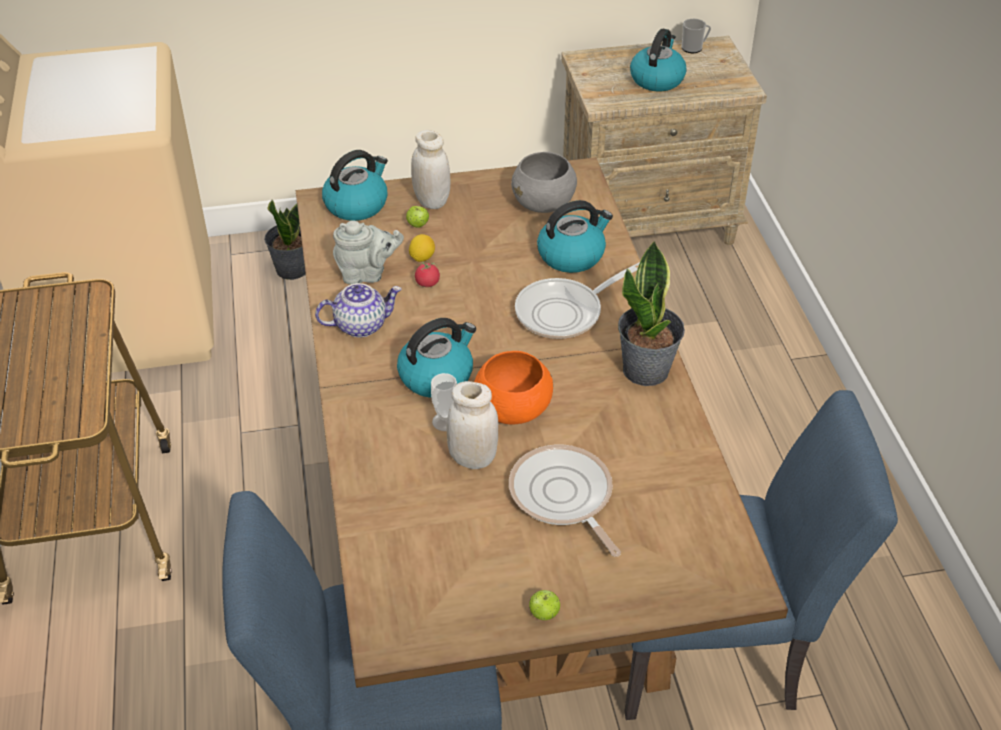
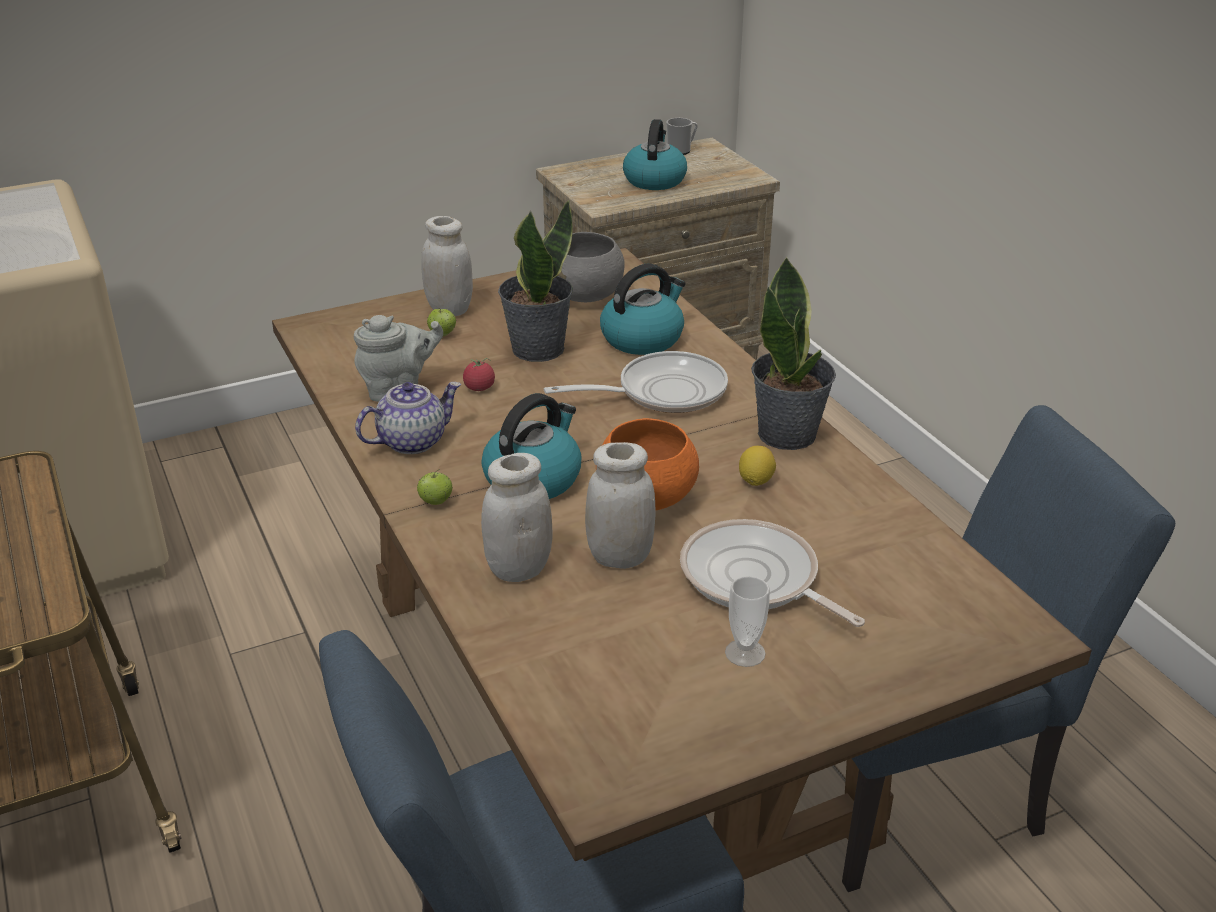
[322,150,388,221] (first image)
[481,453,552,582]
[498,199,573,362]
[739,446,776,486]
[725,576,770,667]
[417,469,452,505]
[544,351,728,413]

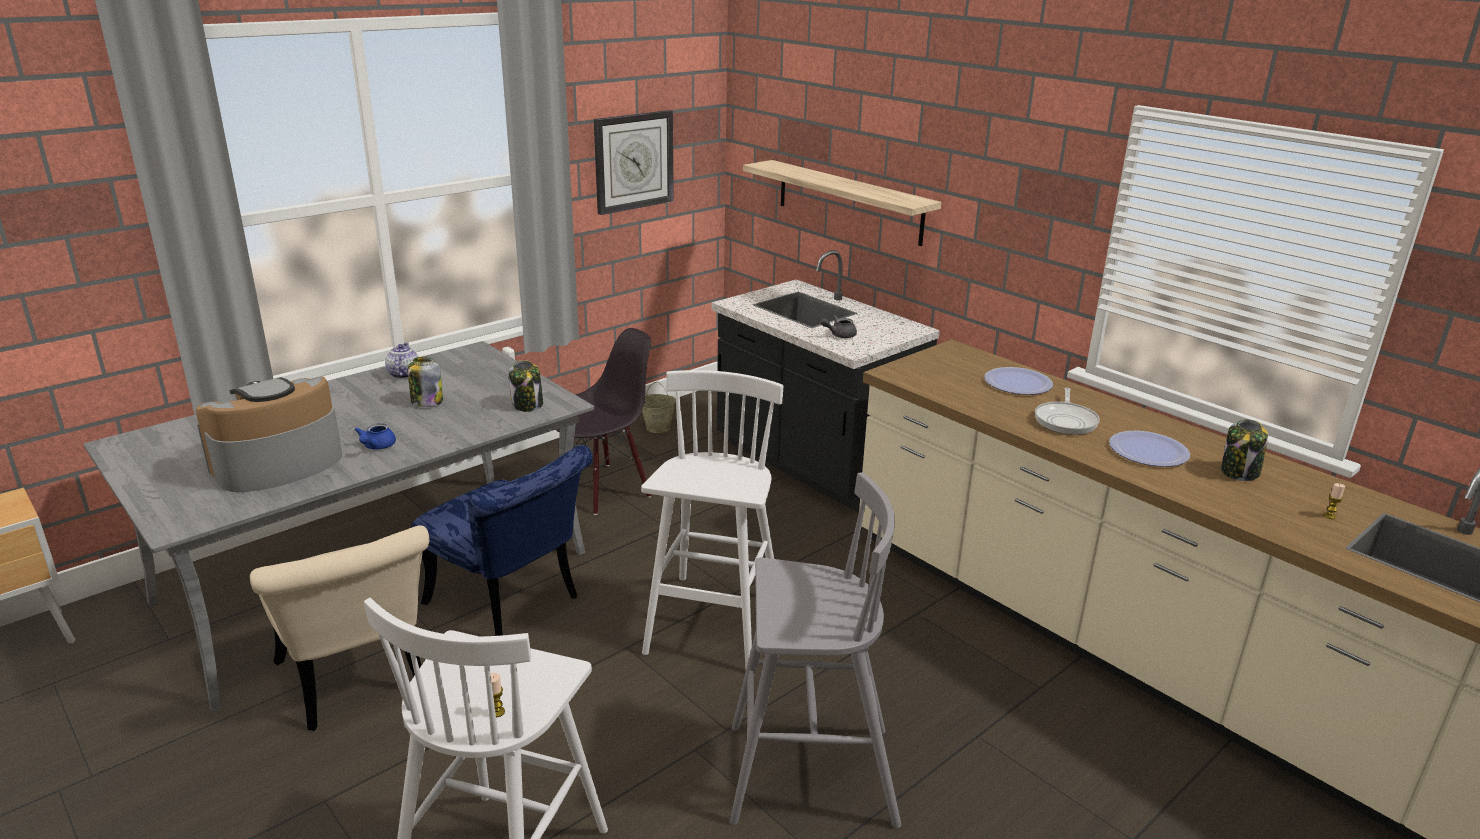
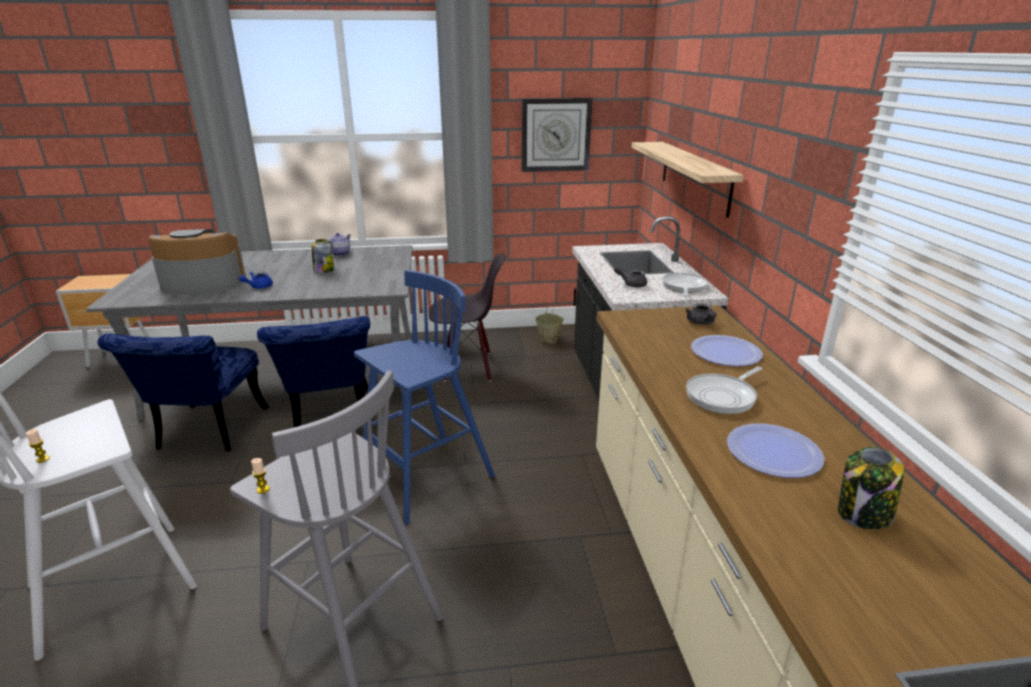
[509,360,543,412] (first image)
[662,273,708,297]
[685,303,717,325]
[251,458,270,494]
[98,333,269,452]
[354,270,495,525]

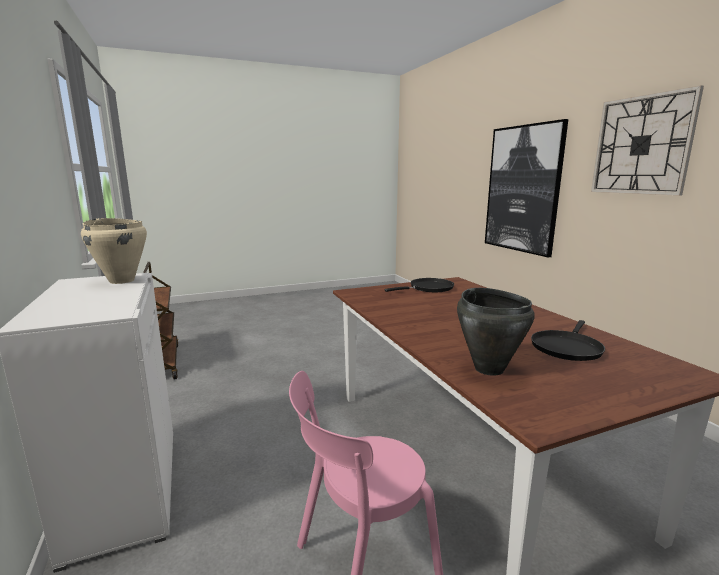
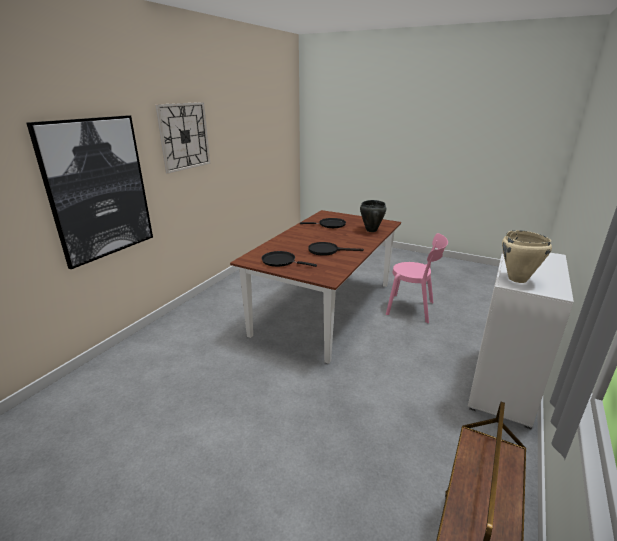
[308,242,364,256]

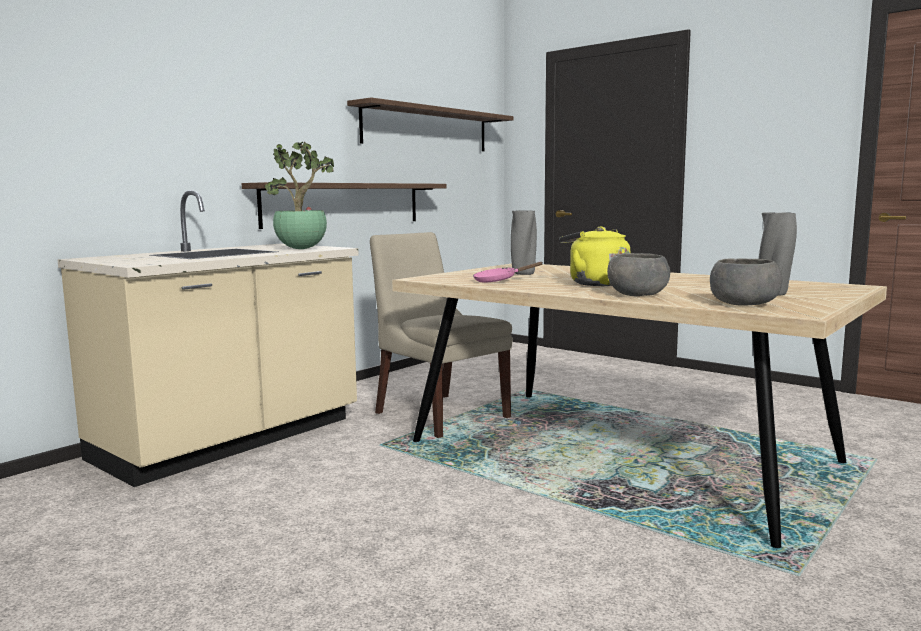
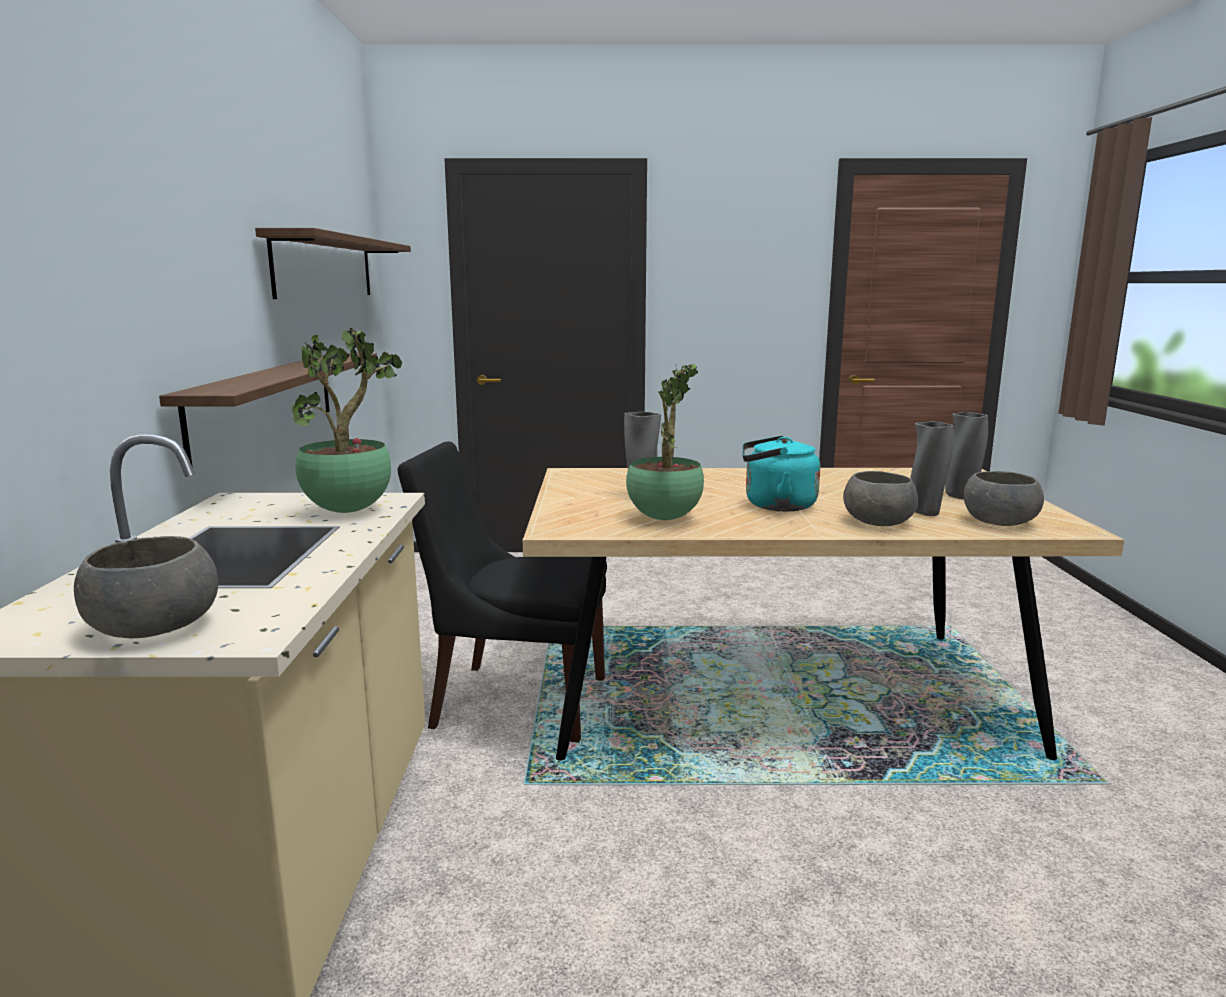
[74,536,218,638]
[910,421,954,516]
[626,363,704,520]
[398,442,607,743]
[742,436,820,512]

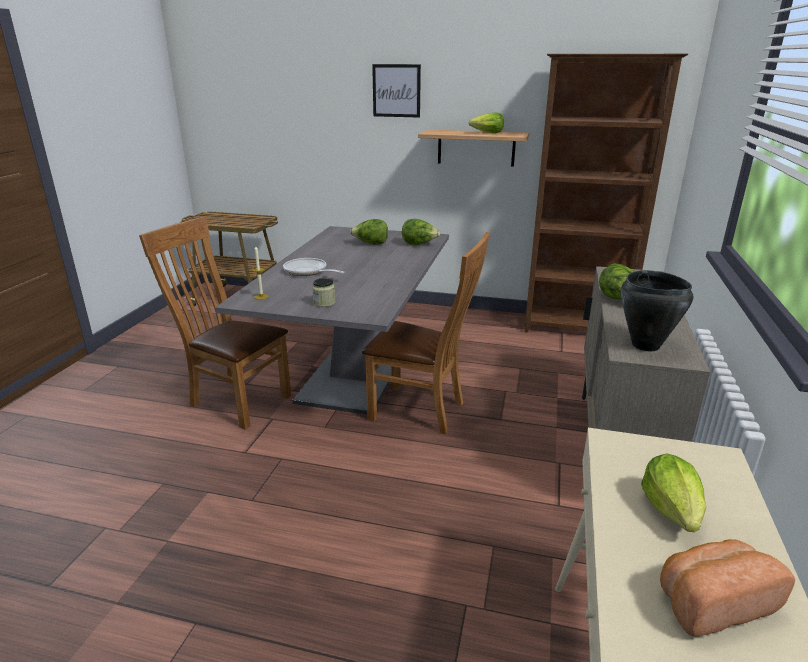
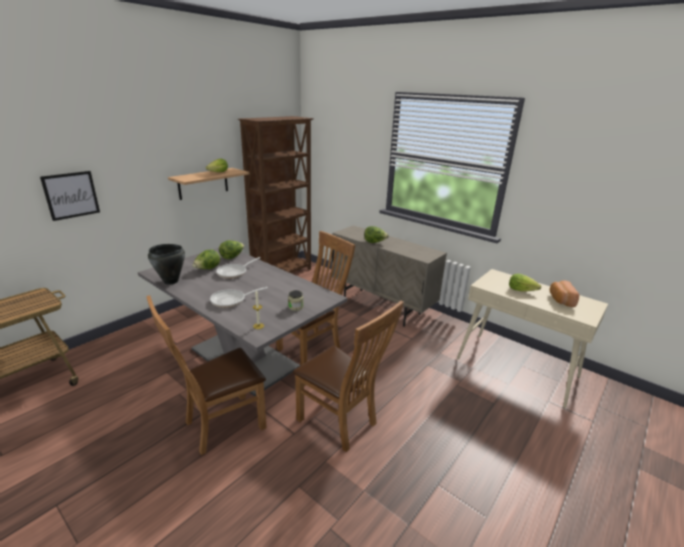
[216,257,260,279]
[293,301,404,452]
[40,171,100,221]
[148,244,185,285]

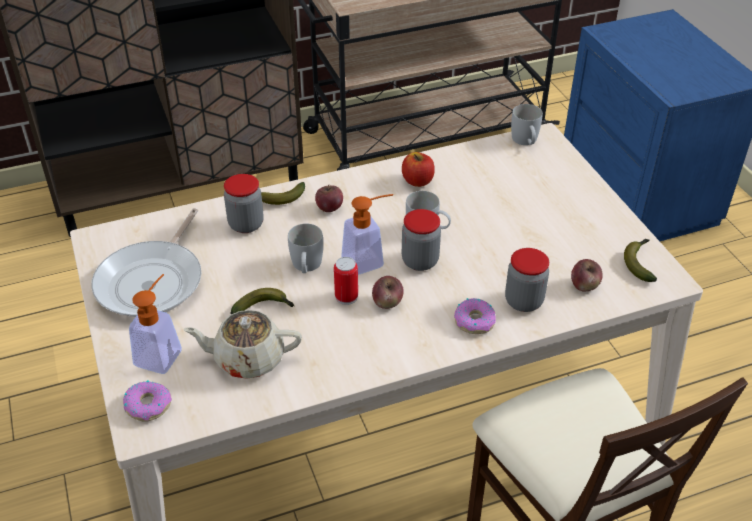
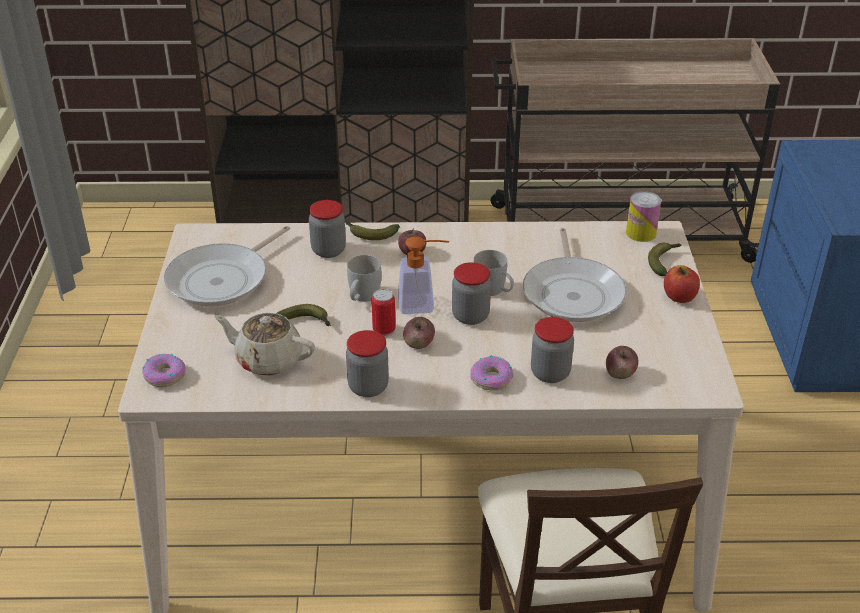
[129,274,182,374] (first image)
[346,330,389,397]
[523,228,626,322]
[664,265,700,303]
[648,243,681,276]
[626,191,661,242]

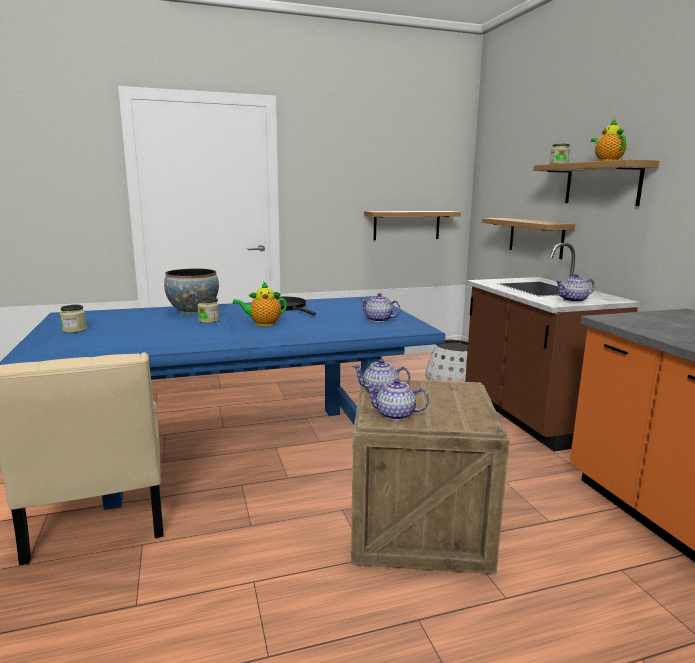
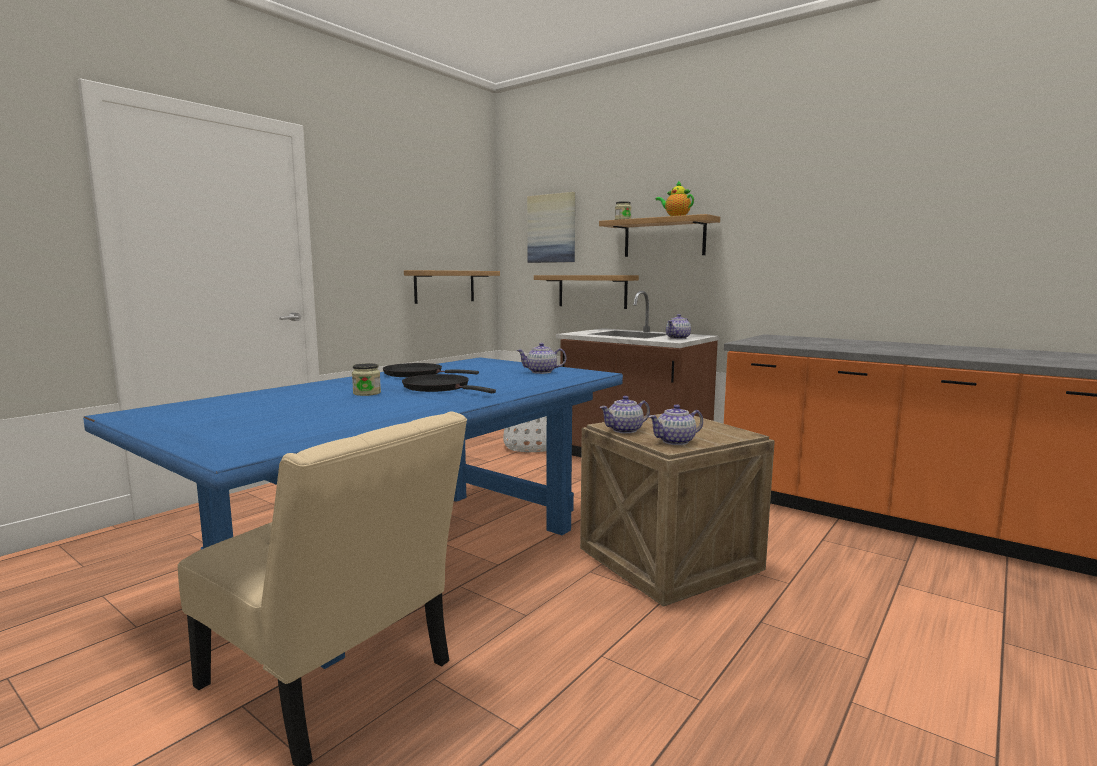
[60,305,87,333] (first image)
[164,268,219,315] (first image)
[527,192,575,263]
[402,374,496,393]

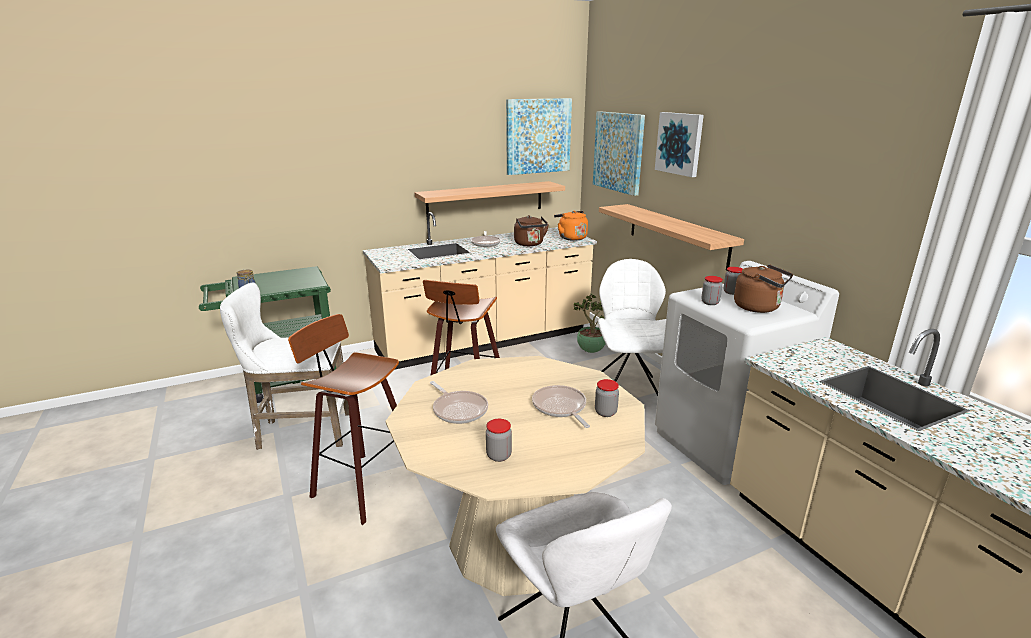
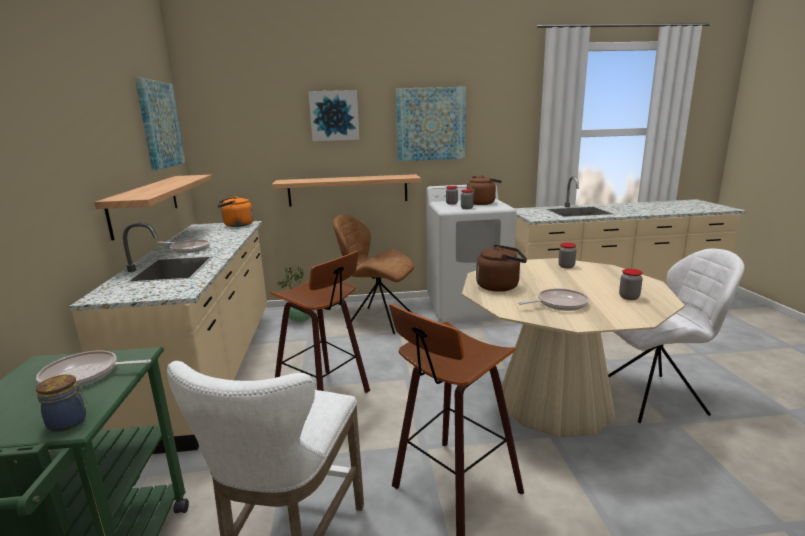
[476,244,527,292]
[36,351,151,387]
[396,87,466,161]
[333,215,415,334]

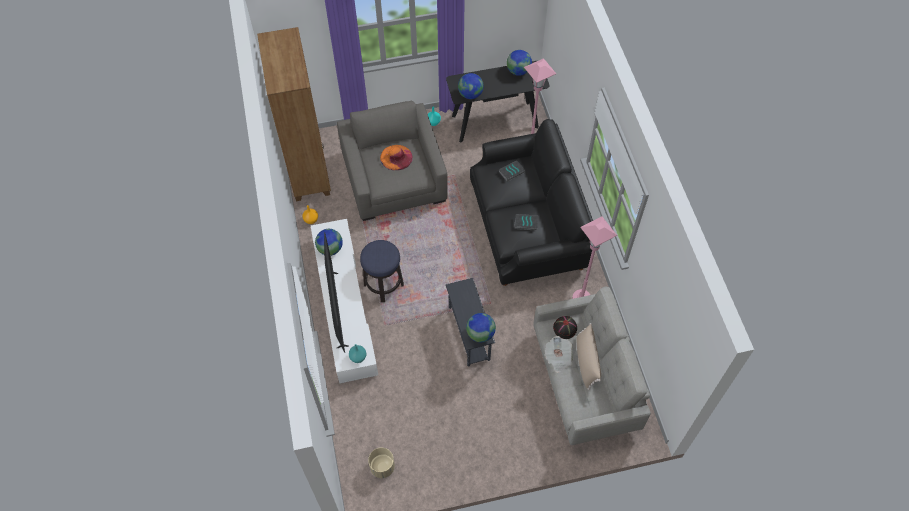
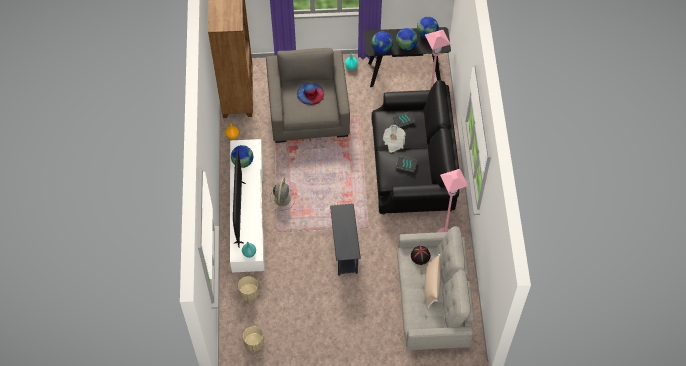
[238,276,259,301]
[396,28,418,50]
[383,125,406,152]
[270,178,295,210]
[297,83,324,105]

